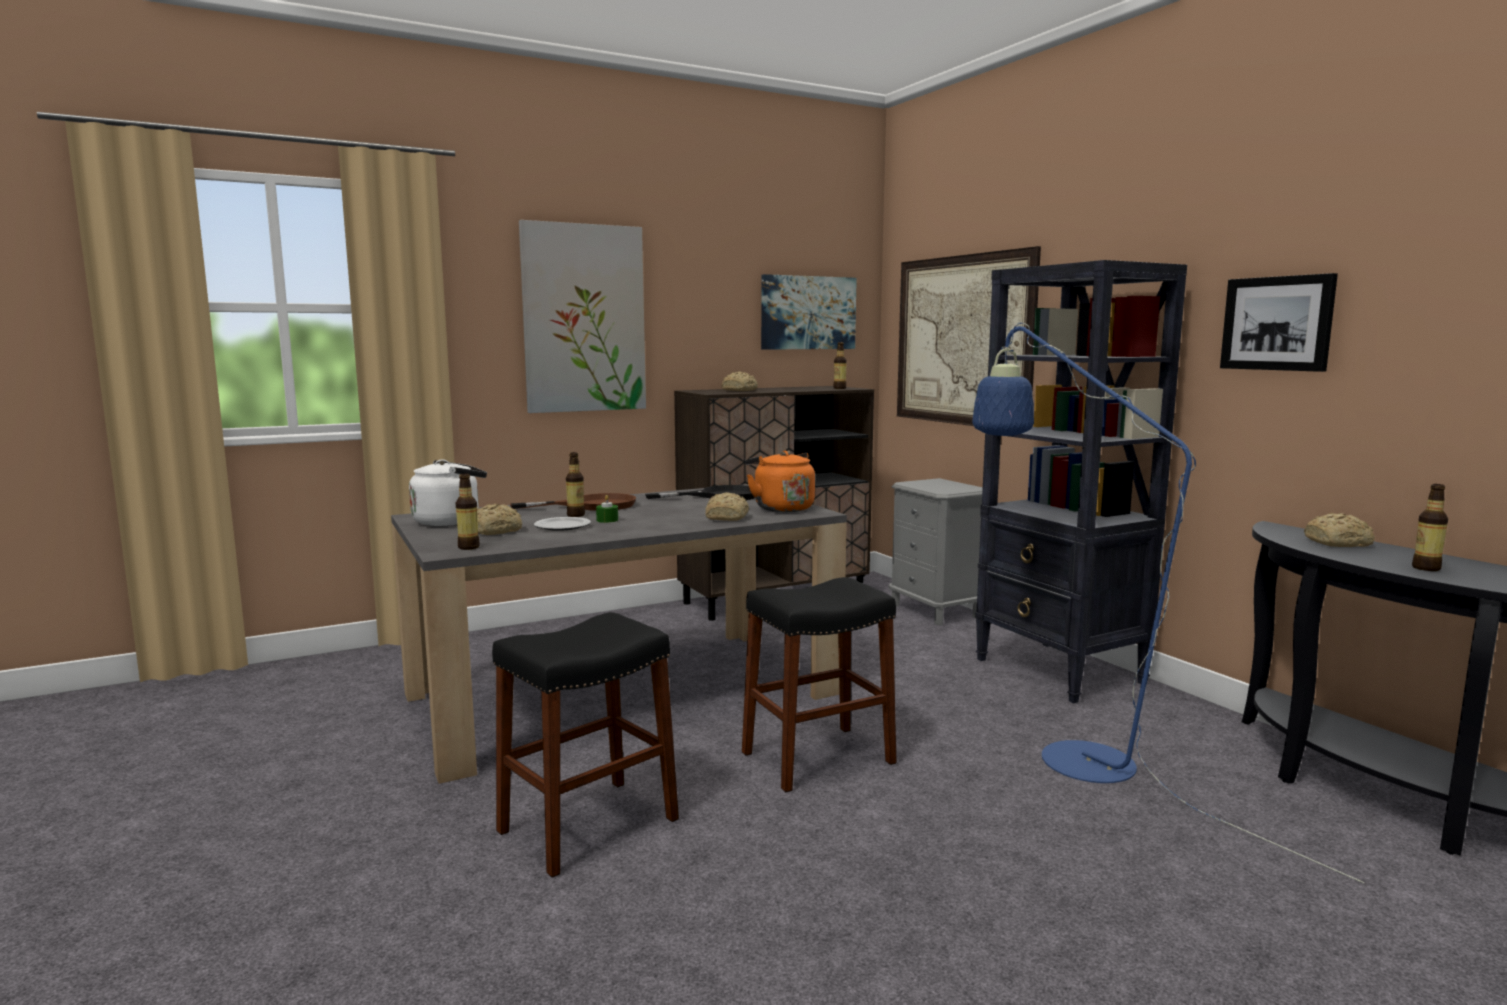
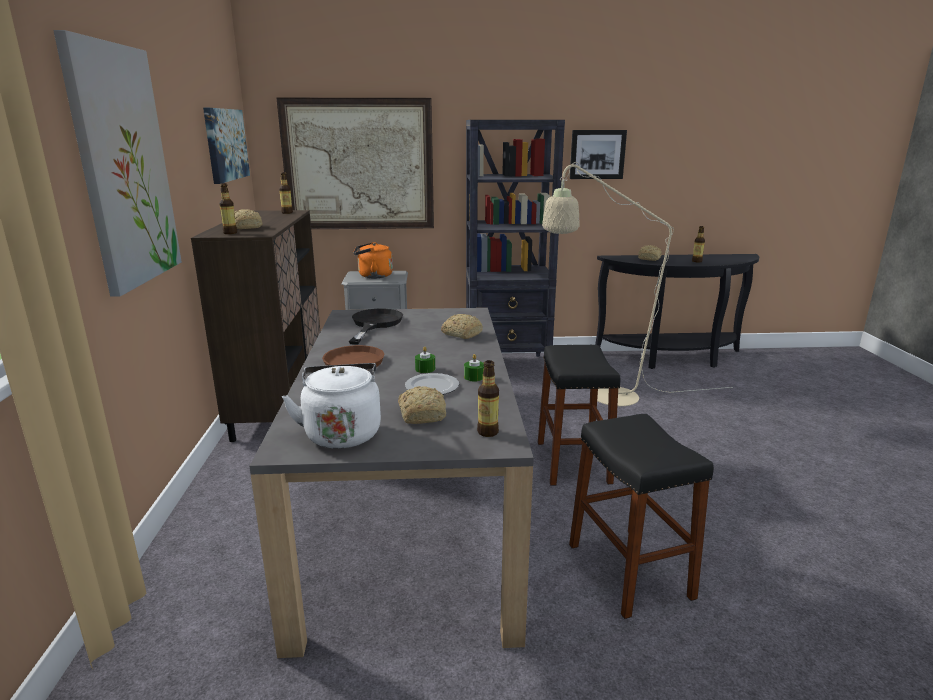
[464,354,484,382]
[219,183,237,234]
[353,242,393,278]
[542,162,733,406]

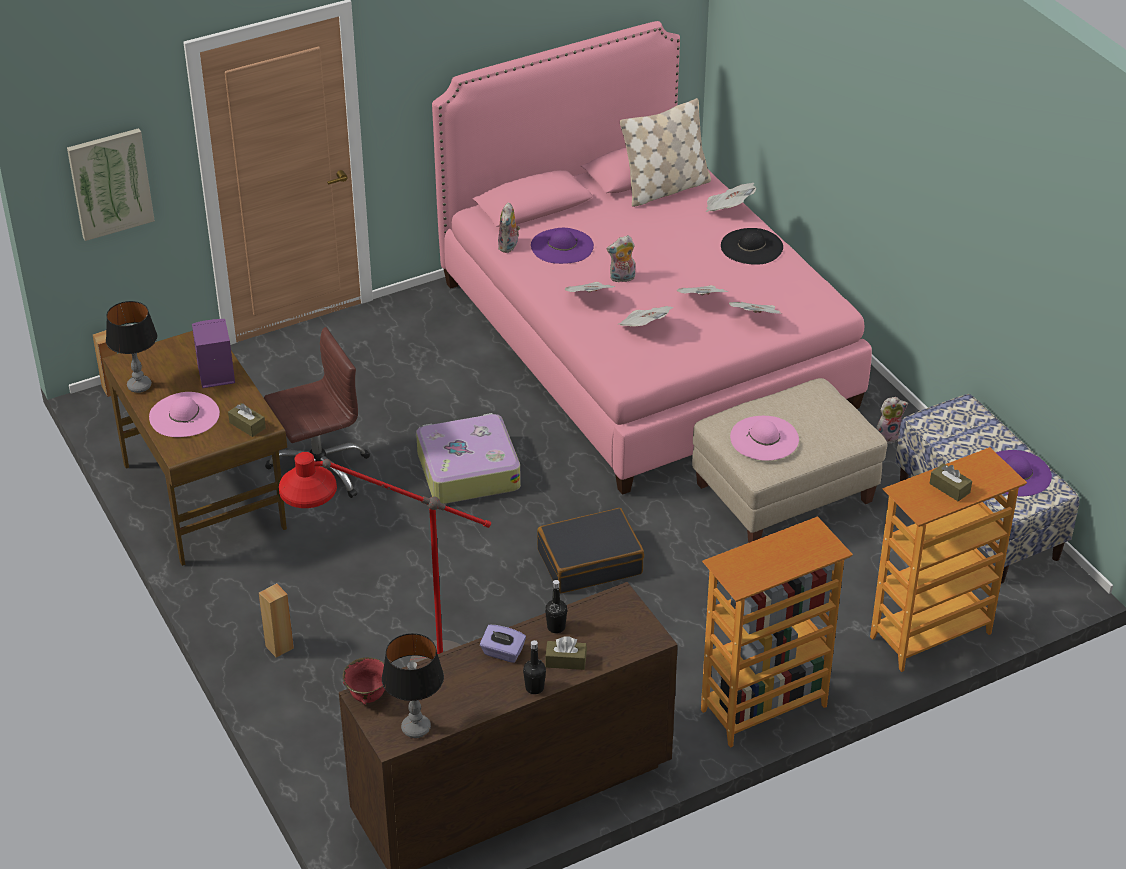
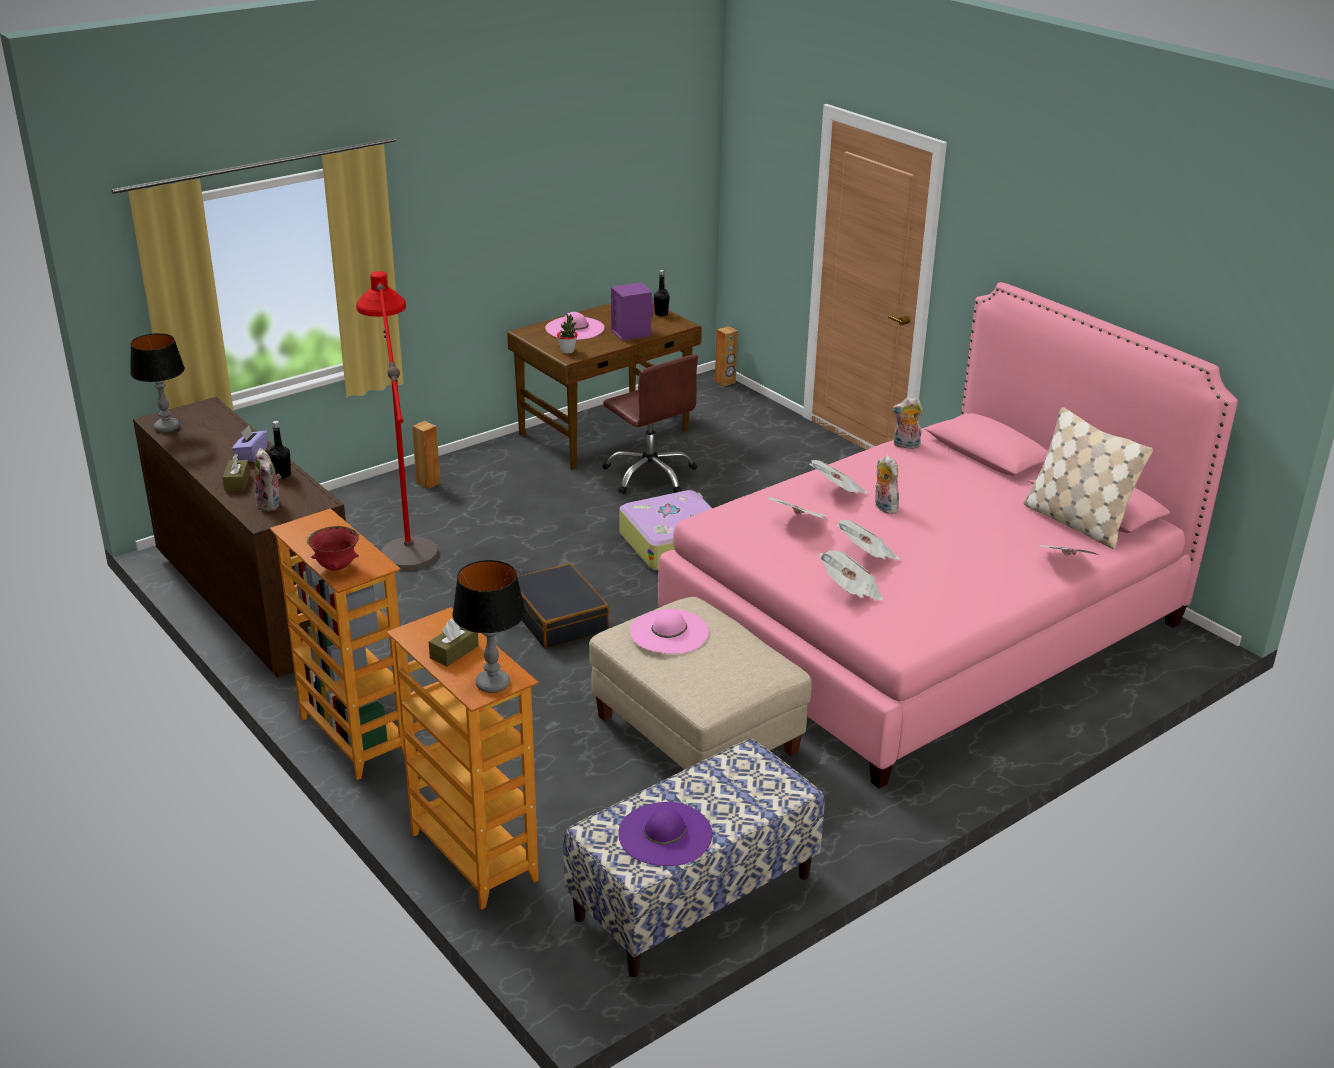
[67,128,155,241] (first image)
[531,228,594,264] (first image)
[721,228,783,265] (first image)
[452,560,525,693]
[307,526,359,571]
[654,270,670,316]
[255,448,281,512]
[557,314,578,354]

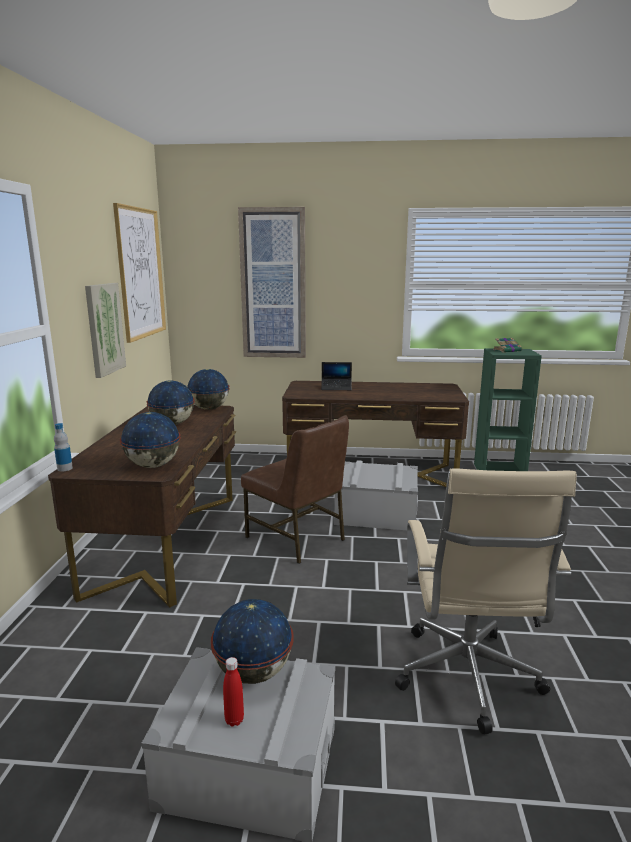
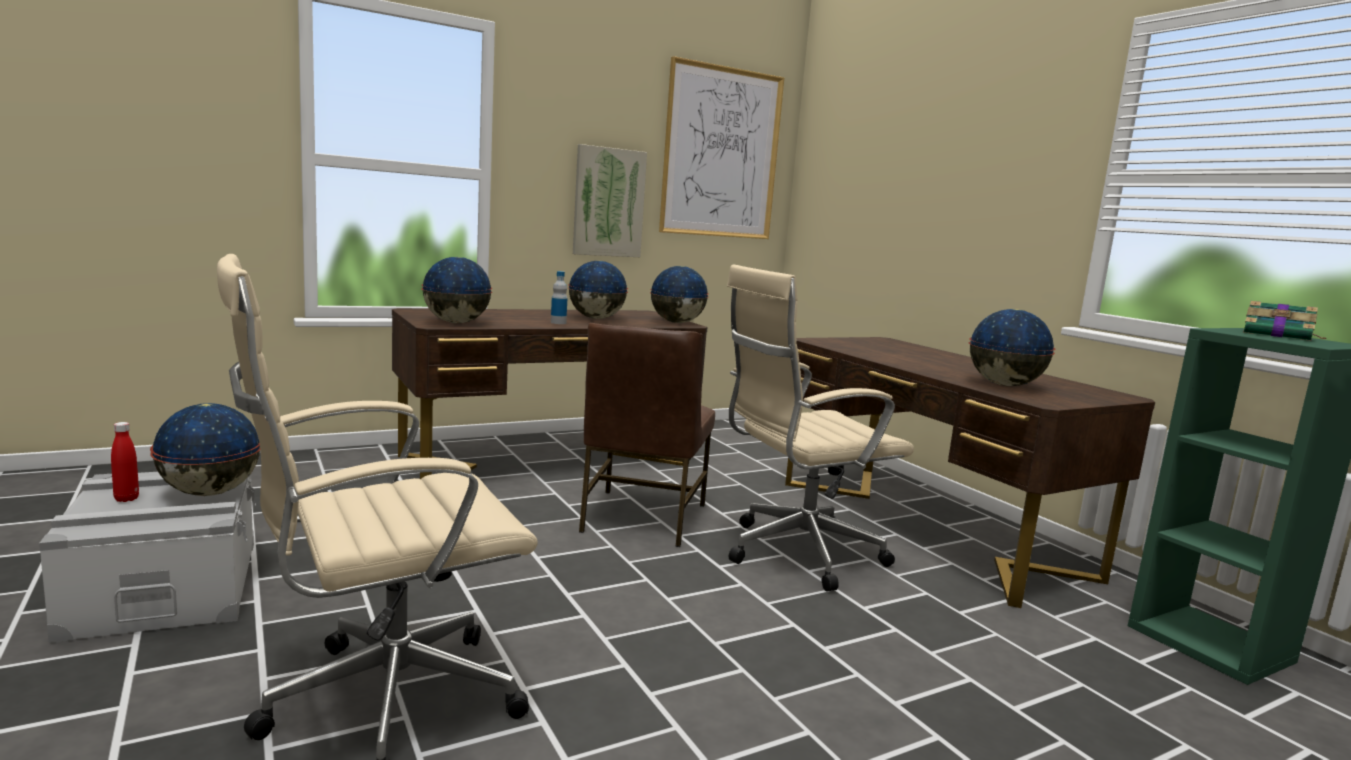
[238,207,306,358] (first image)
[321,362,352,390] (first image)
[969,309,1055,386]
[551,271,567,324]
[727,264,914,592]

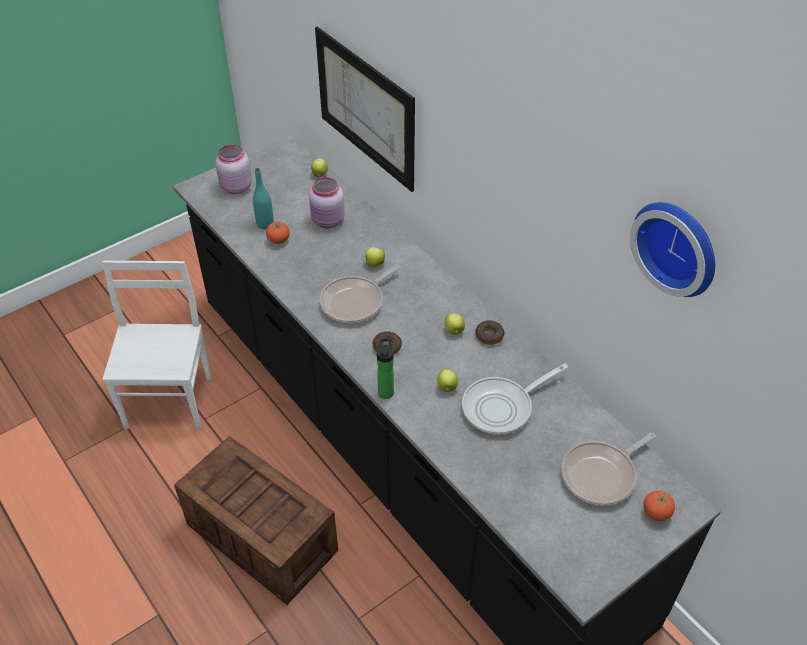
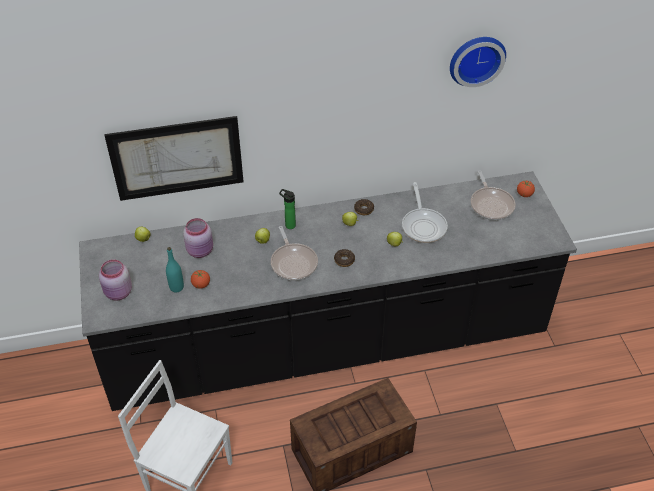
[279,189,296,229]

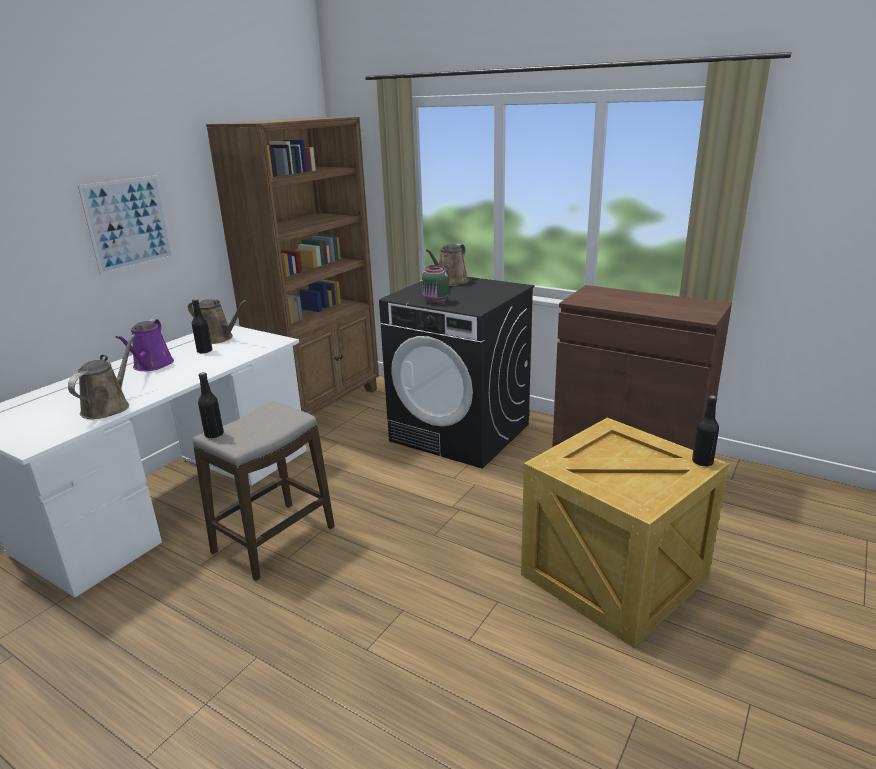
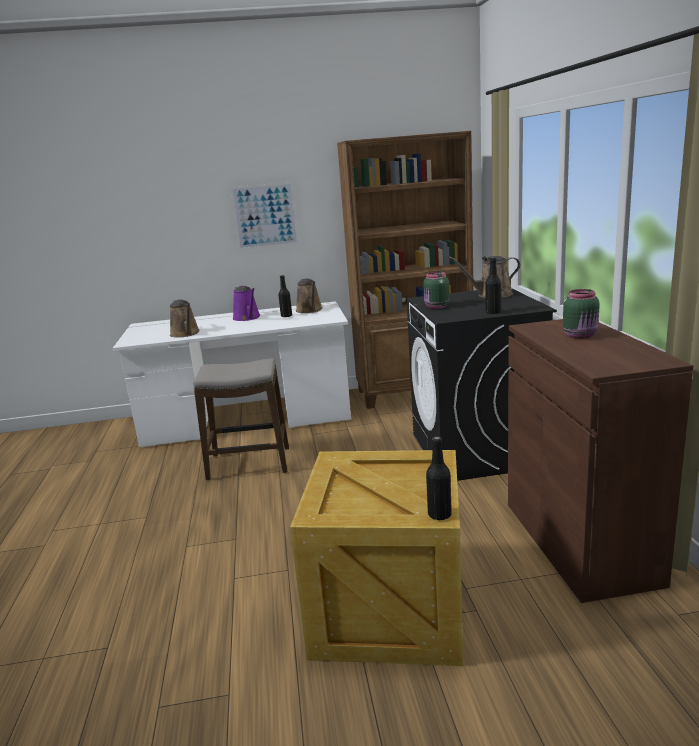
[563,289,600,339]
[485,257,501,314]
[170,300,200,338]
[233,286,260,321]

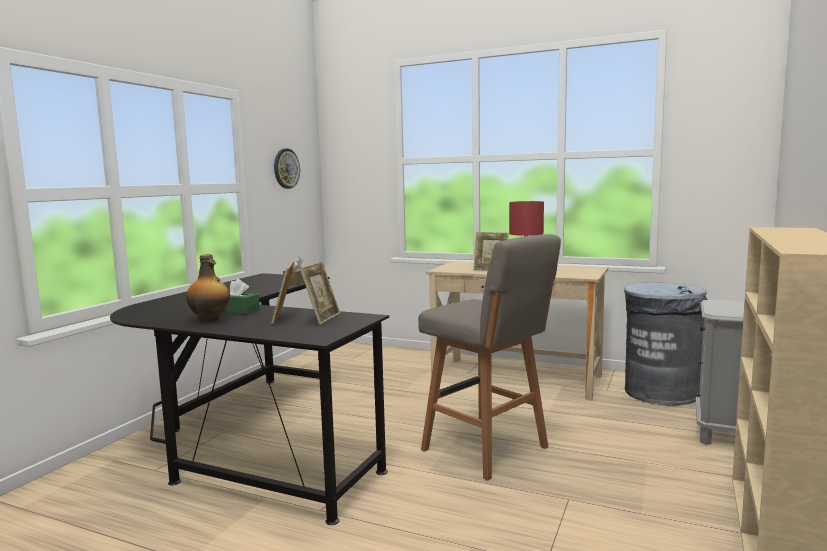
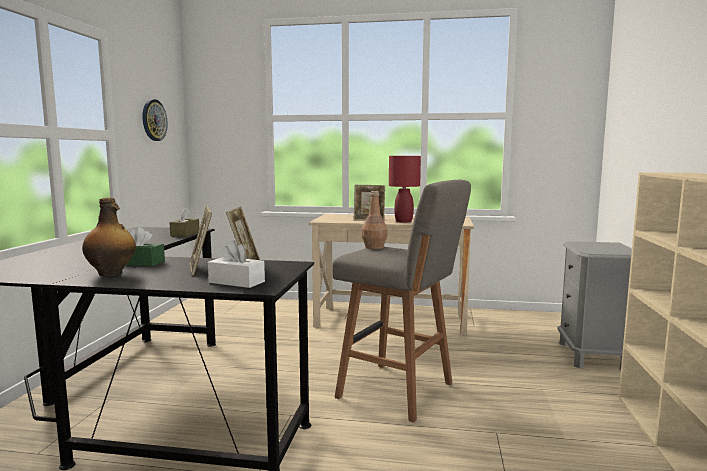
[624,282,708,406] (first image)
[208,241,265,288]
[361,191,388,249]

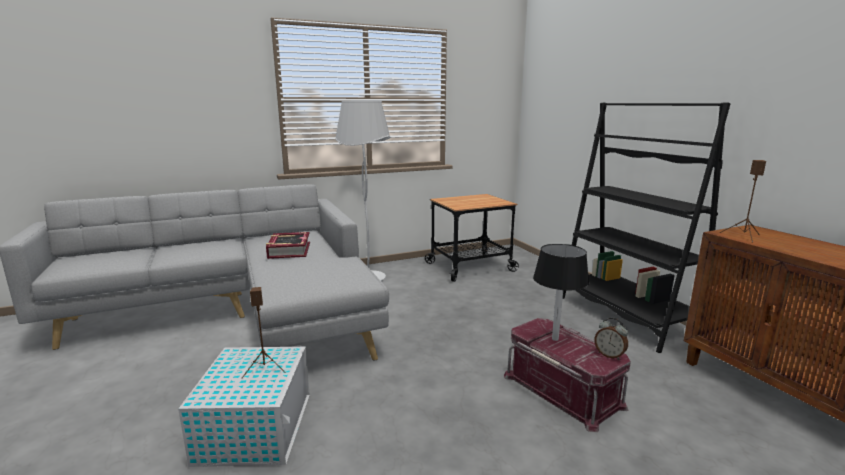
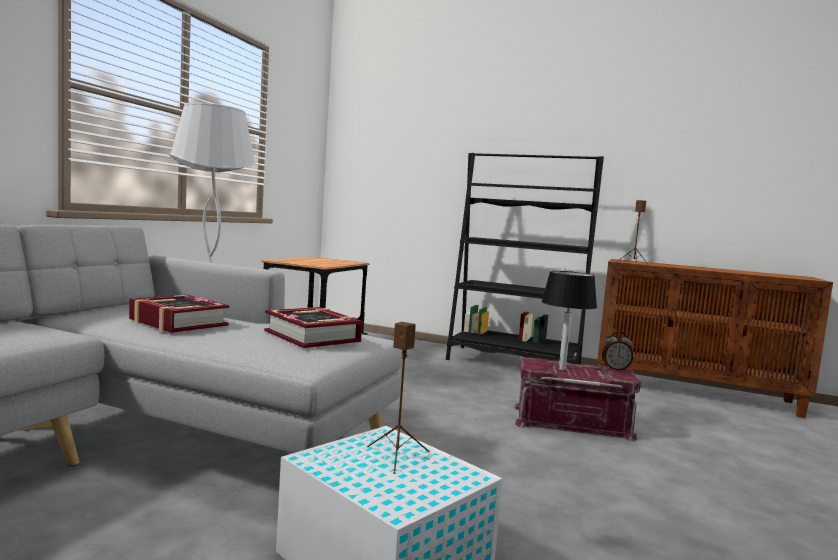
[264,307,362,348]

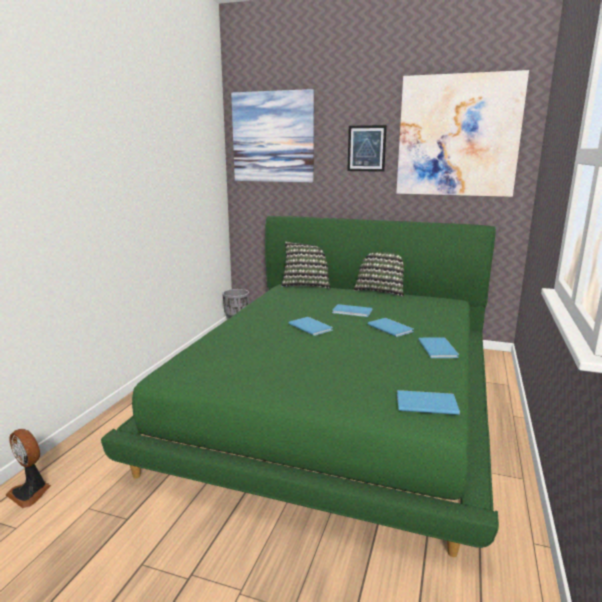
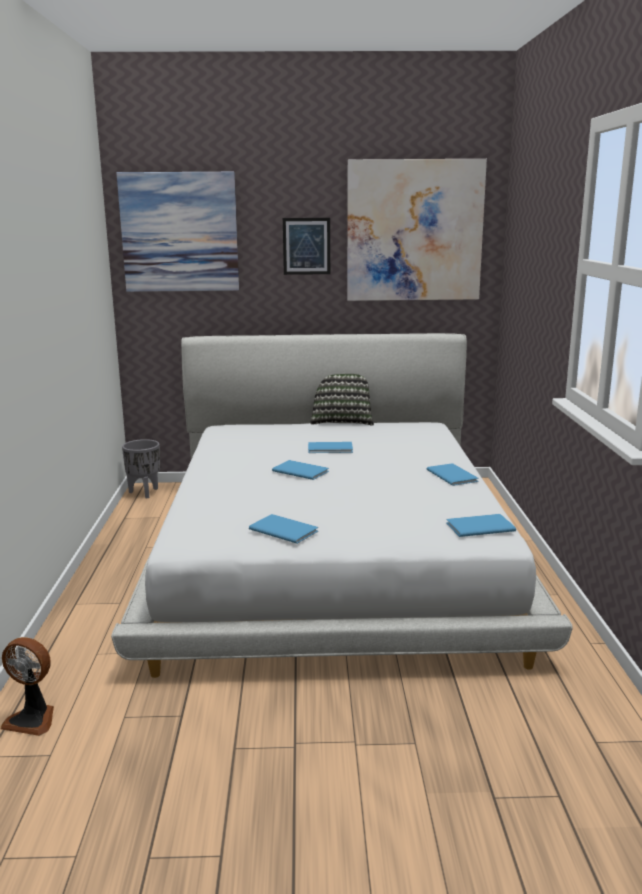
[281,241,330,289] (first image)
[249,514,318,544]
[111,333,573,678]

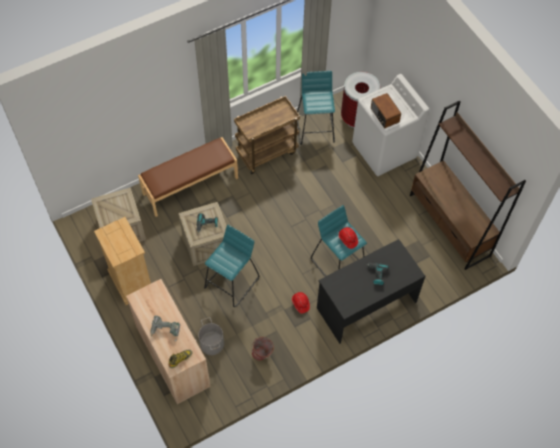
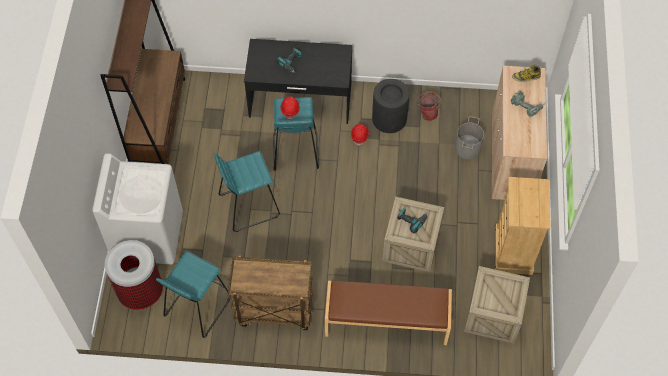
[371,93,401,128] (first image)
[372,79,410,133]
[214,151,280,232]

